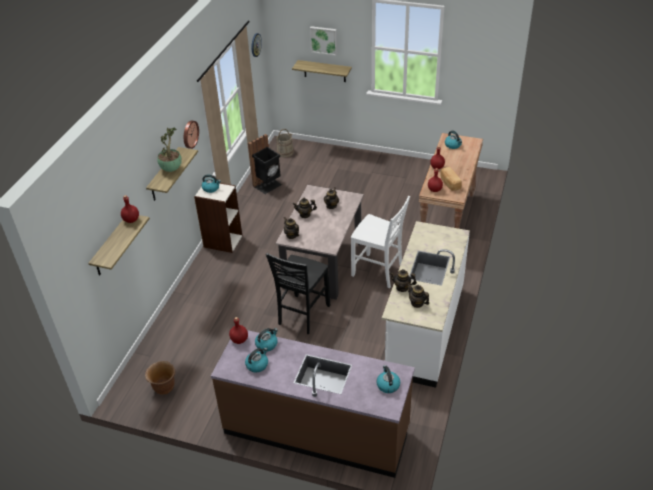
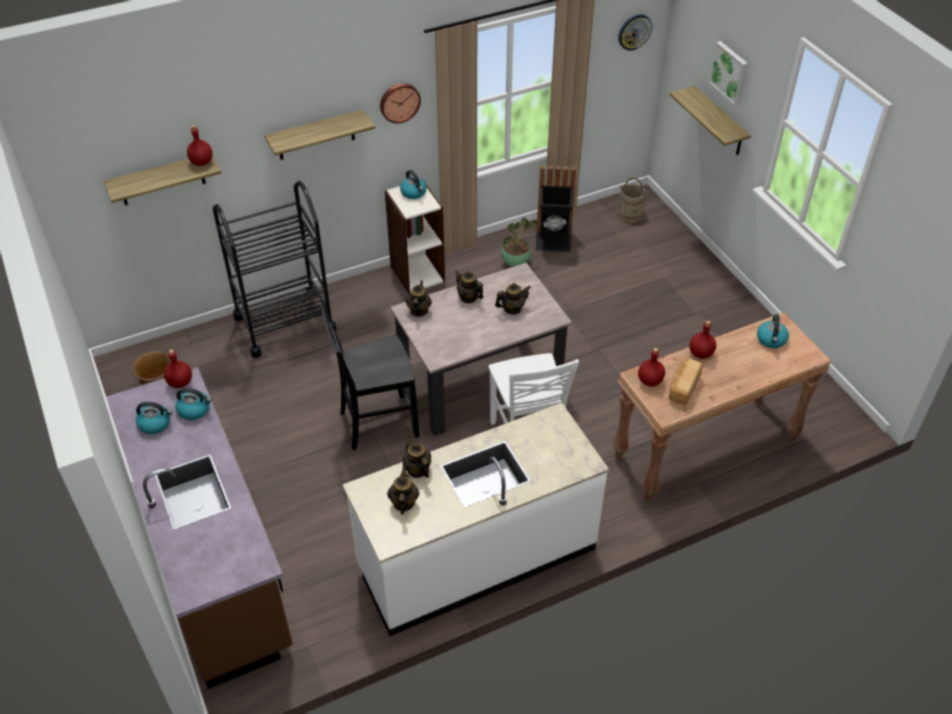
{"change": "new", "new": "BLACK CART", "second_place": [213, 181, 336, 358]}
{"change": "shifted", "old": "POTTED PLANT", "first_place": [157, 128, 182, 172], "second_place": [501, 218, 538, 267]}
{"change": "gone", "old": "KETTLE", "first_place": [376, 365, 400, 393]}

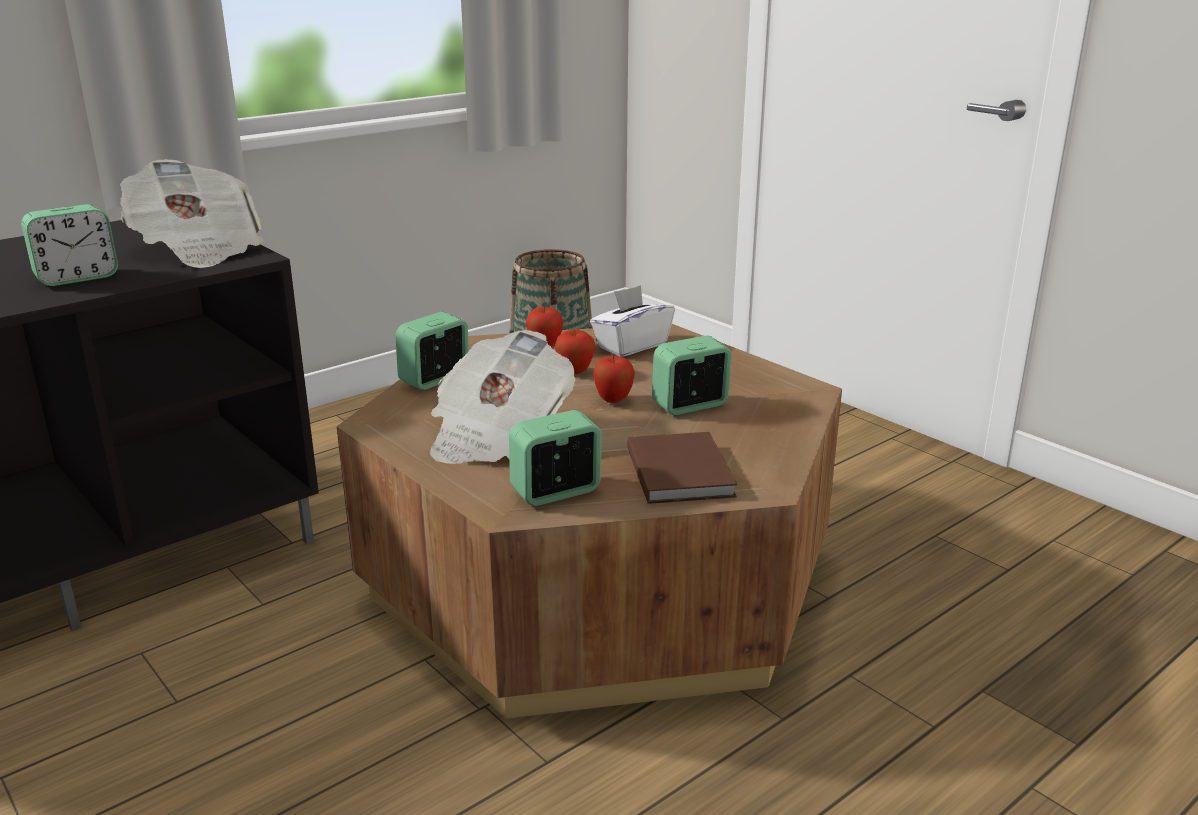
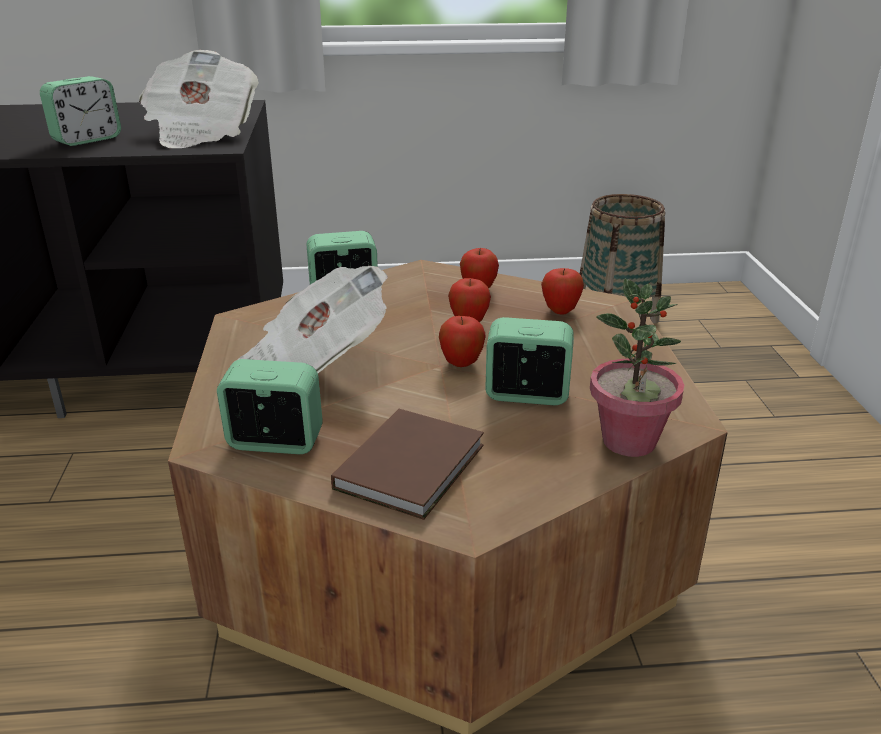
{"change": "rotated", "old": "ALARM CLOCK", "first_place": [21, 204, 118, 286], "second_place": [40, 76, 121, 146], "degrees": -45}
{"change": "swapped", "old": "WHITE TISSUE BOX", "new": "APPLE", "first_place": [590, 285, 675, 357], "second_place": [541, 268, 584, 314]}
{"change": "new", "new": "POTTED PLANT", "second_place": [590, 279, 684, 457]}

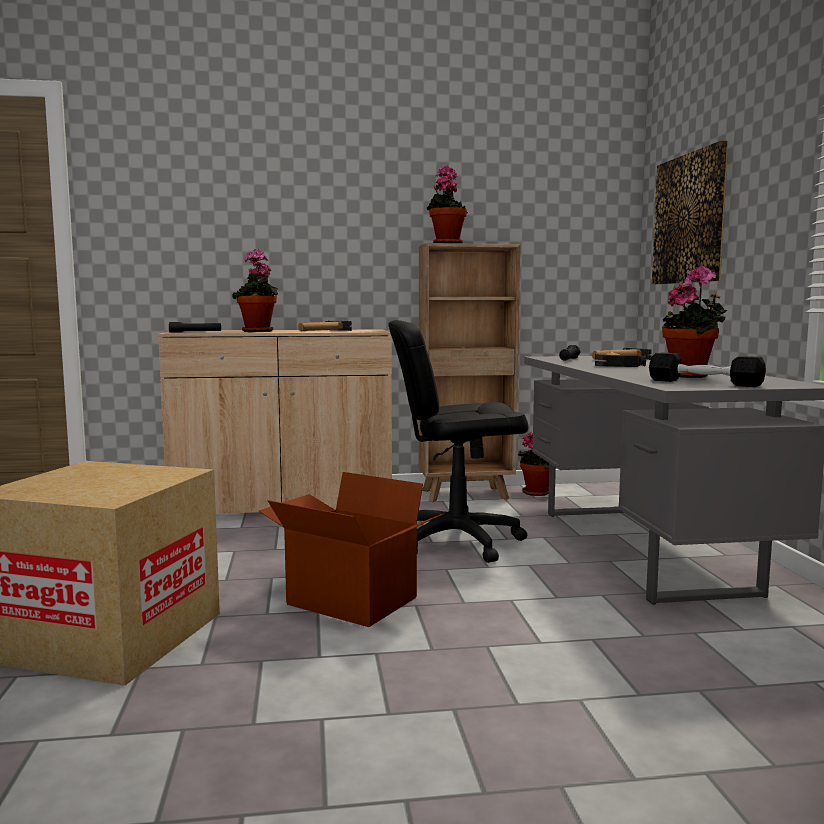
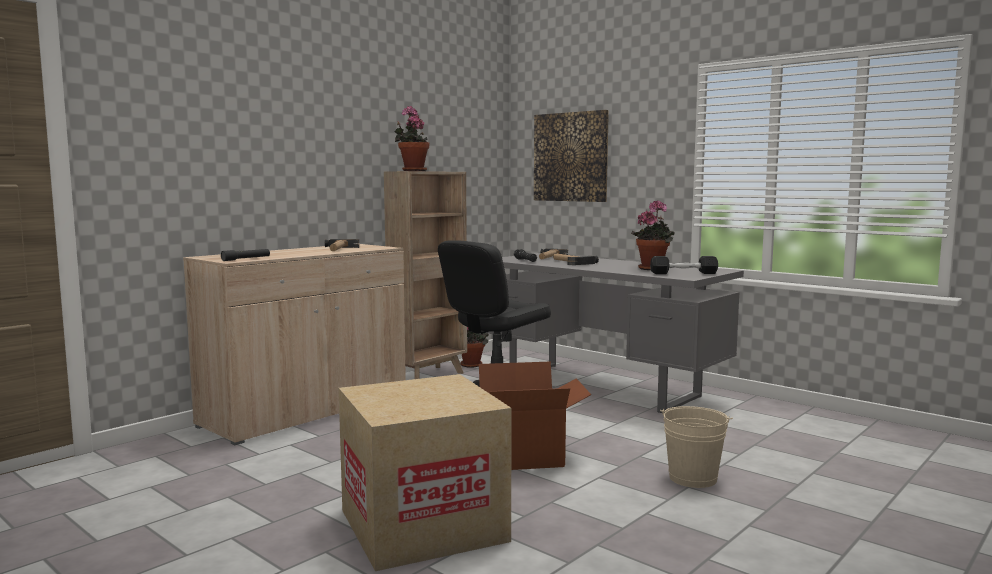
{"change": "new", "new": "BEIGE BUCKET", "second_place": [660, 406, 733, 488]}
{"change": "gone", "old": "POTTED PLANT", "first_place": [232, 249, 278, 332]}

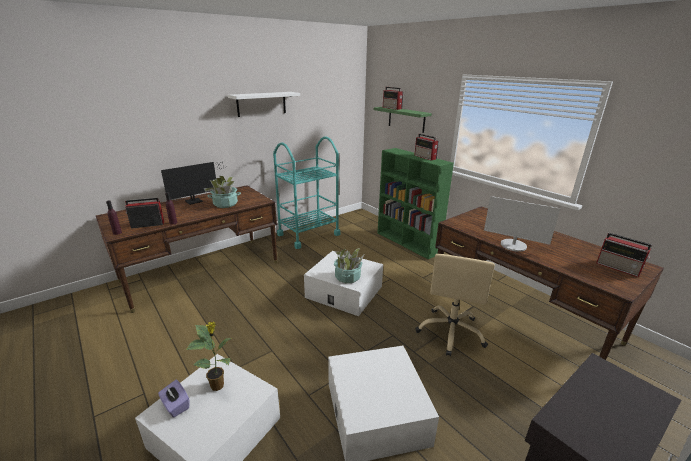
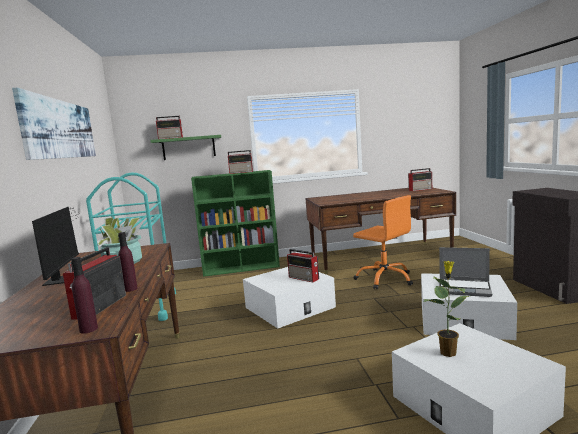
{"change": "swapped", "old": "WHITE SHELF", "new": "PICTURE", "first_place": [228, 92, 300, 117], "second_place": [12, 88, 96, 160]}
{"change": "swapped", "old": "POTTED PLANT", "new": "RADIO", "first_place": [333, 248, 365, 283], "second_place": [287, 249, 319, 282]}
{"change": "repainted", "old": "BEIGE OFFICE CHAIR", "new": "ORANGE OFFICE CHAIR", "first_place": [415, 254, 495, 356], "second_place": [353, 195, 413, 290]}
{"change": "new", "new": "LAPTOP", "second_place": [439, 247, 492, 297]}
{"change": "gone", "old": "PURPLE TISSUE BOX", "first_place": [158, 380, 190, 418]}
{"change": "gone", "old": "MONITOR", "first_place": [484, 196, 560, 252]}

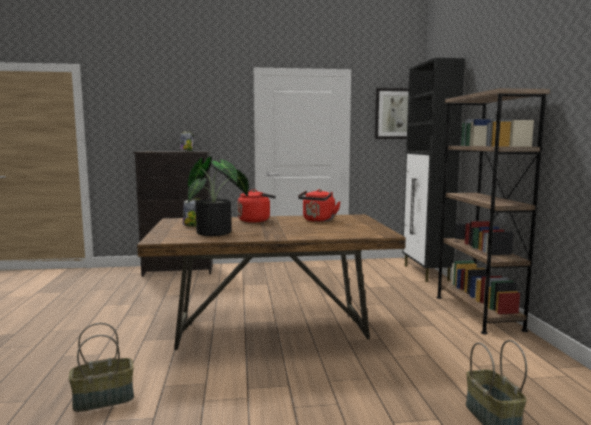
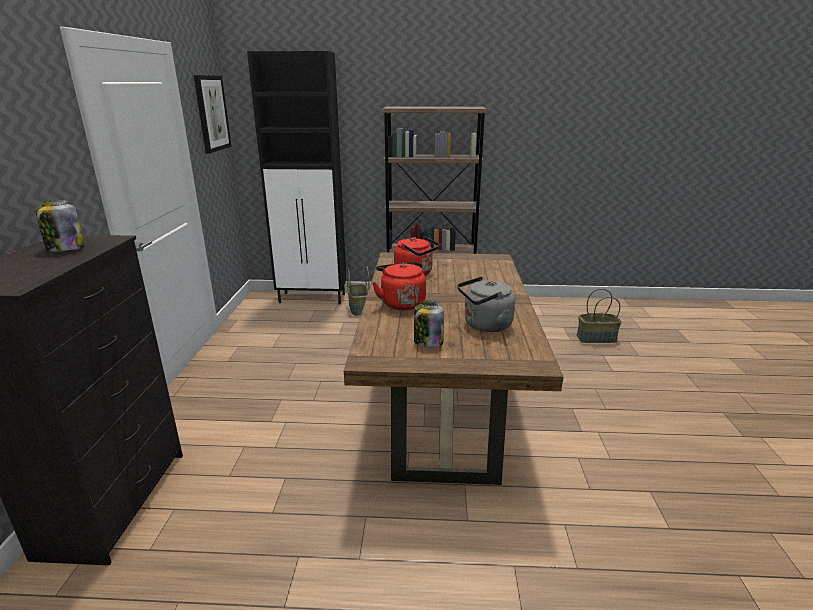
{"change": "shifted", "old": "BASKET", "first_place": [69, 323, 134, 412], "second_place": [347, 266, 370, 315]}
{"change": "swapped", "old": "POTTED PLANT", "new": "GREY KETTLE", "first_place": [188, 157, 249, 236], "second_place": [457, 276, 515, 332]}

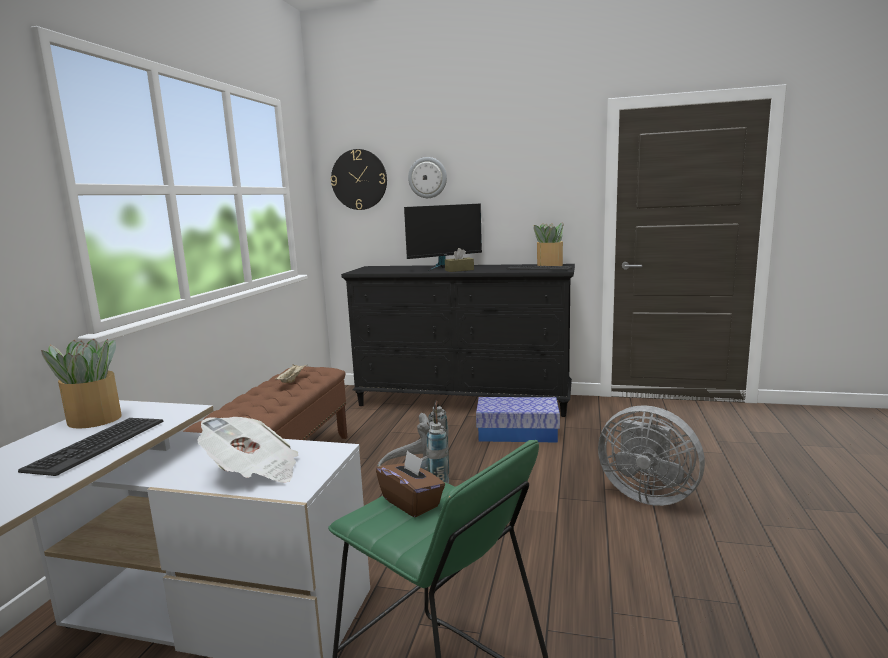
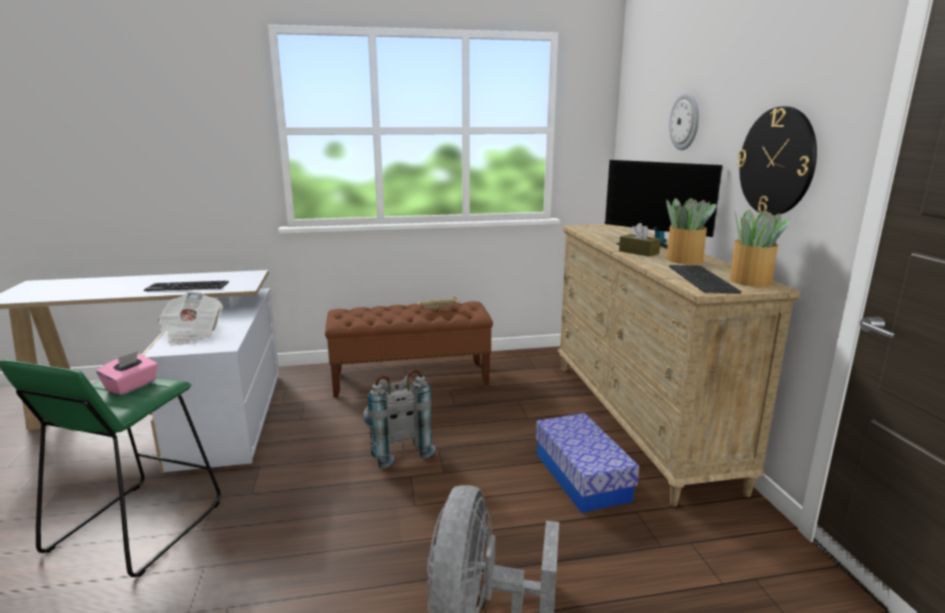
{"change": "repainted", "old": "BROWN TISSUE BOX", "new": "PINK TISSUE BOX", "first_place": [376, 450, 445, 517], "second_place": [97, 351, 158, 395]}
{"change": "repainted", "old": "BLACK DRESSER", "new": "BEIGE DRESSER", "first_place": [341, 264, 575, 417], "second_place": [557, 224, 801, 506]}
{"change": "shifted", "old": "POTTED PLANT", "first_place": [41, 339, 122, 429], "second_place": [666, 198, 717, 265]}
{"change": "shifted", "old": "WALL CLOCK", "first_place": [331, 149, 387, 210], "second_place": [737, 107, 817, 215]}

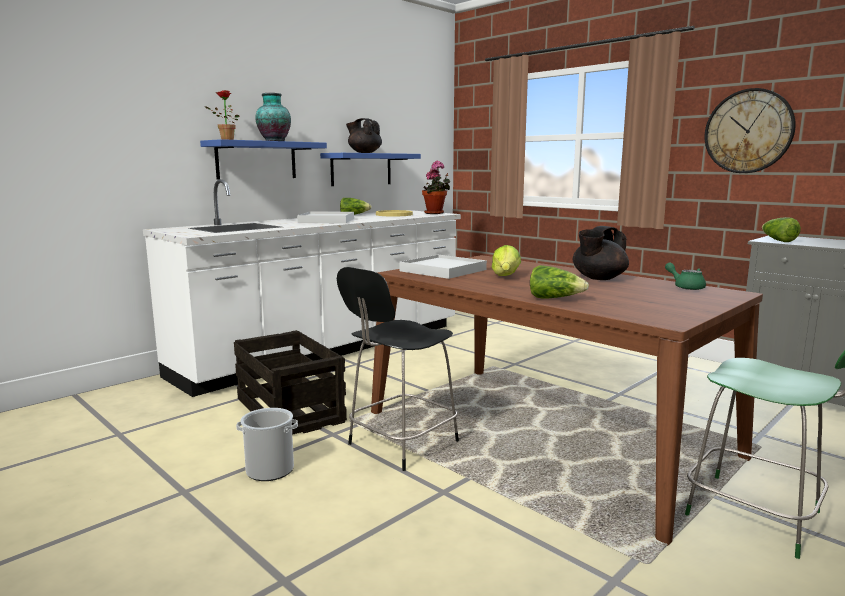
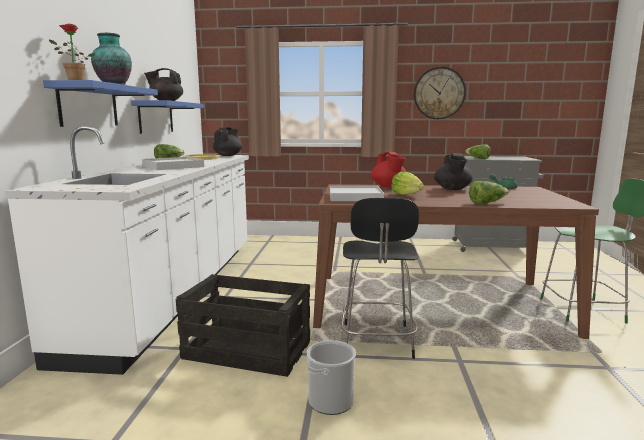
{"change": "swapped", "old": "POTTED PLANT", "new": "BLACK TEAPOT", "first_place": [422, 161, 451, 214], "second_place": [213, 127, 242, 156]}
{"change": "new", "new": "RED TEAPOT", "second_place": [371, 152, 406, 187]}

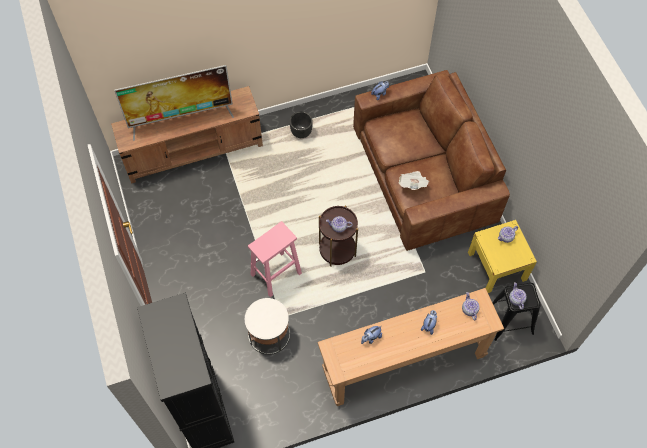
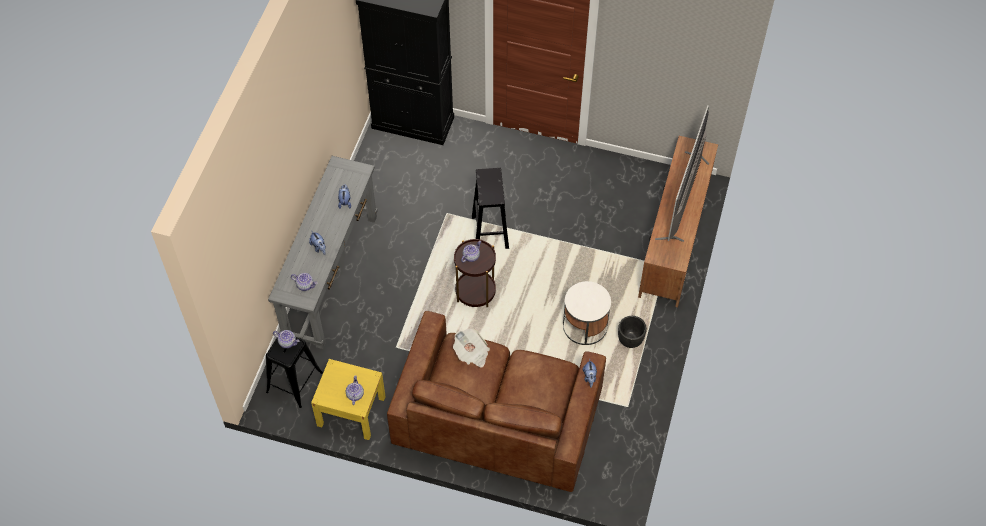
{"change": "repainted", "old": "BROWN CONSOLE TABLE", "new": "GREY CONSOLE TABLE", "first_place": [318, 288, 504, 406], "second_place": [268, 156, 378, 349]}
{"change": "repainted", "old": "PINK STOOL", "new": "BLACK STOOL", "first_place": [248, 221, 302, 297], "second_place": [472, 168, 509, 249]}
{"change": "shifted", "old": "WHITE SIDE TABLE", "first_place": [245, 298, 290, 355], "second_place": [563, 281, 611, 345]}

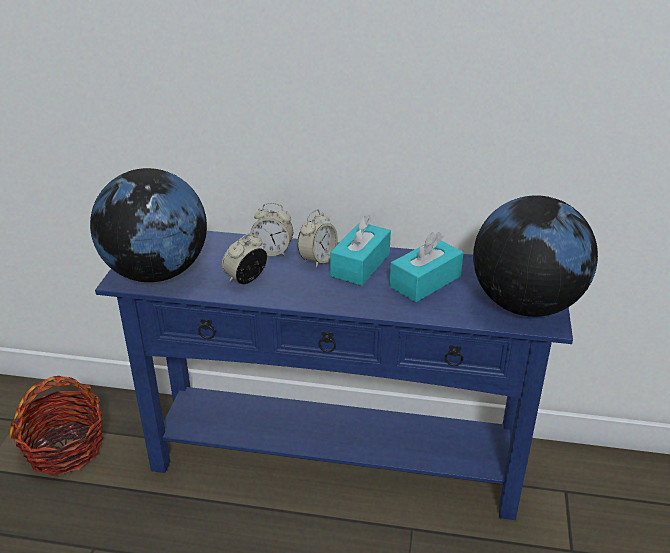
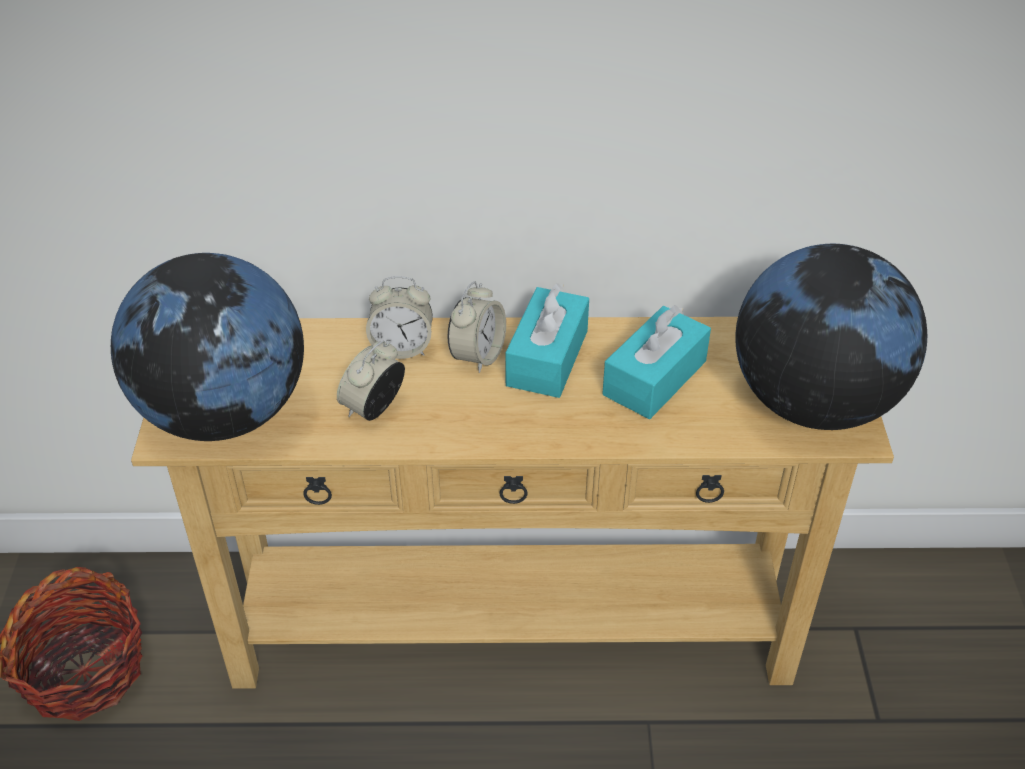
{"change": "repainted", "old": "BLUE CONSOLE TABLE", "new": "BEIGE CONSOLE TABLE", "first_place": [95, 231, 573, 520], "second_place": [131, 317, 894, 689]}

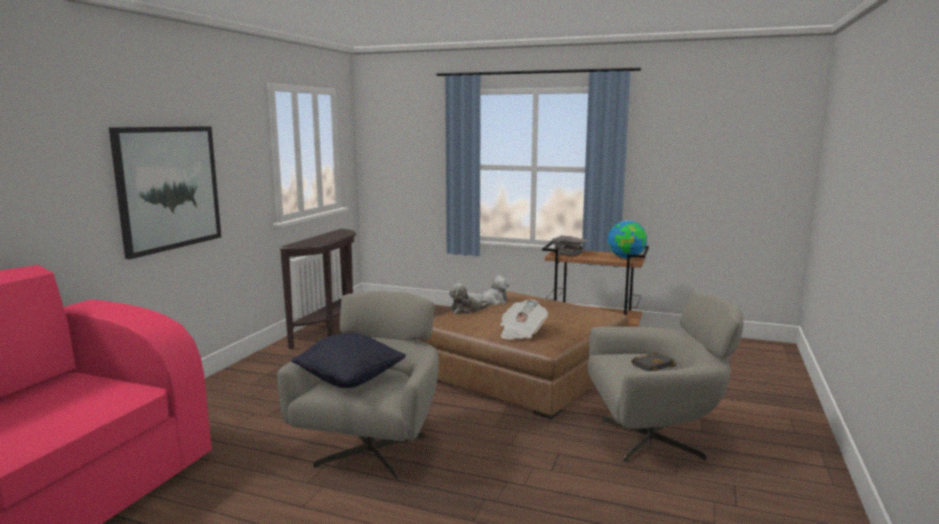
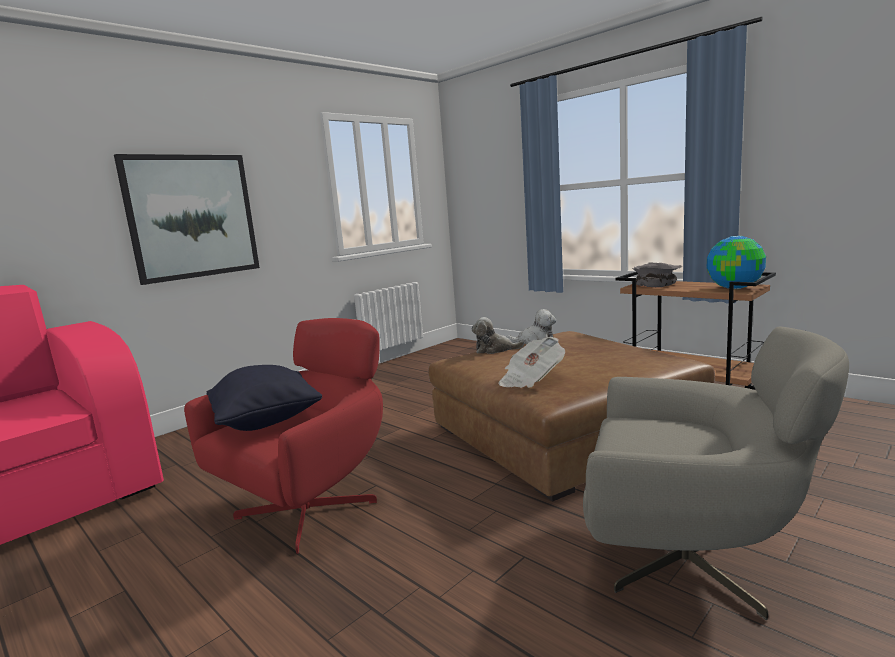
{"change": "repainted", "old": "GREY ARMCHAIR", "new": "RED ARMCHAIR", "first_place": [277, 291, 439, 480], "second_place": [184, 318, 383, 554]}
{"change": "gone", "old": "BROWN CONSOLE TABLE", "first_place": [279, 229, 356, 349]}
{"change": "gone", "old": "BLACK BOOK", "first_place": [631, 352, 677, 371]}

